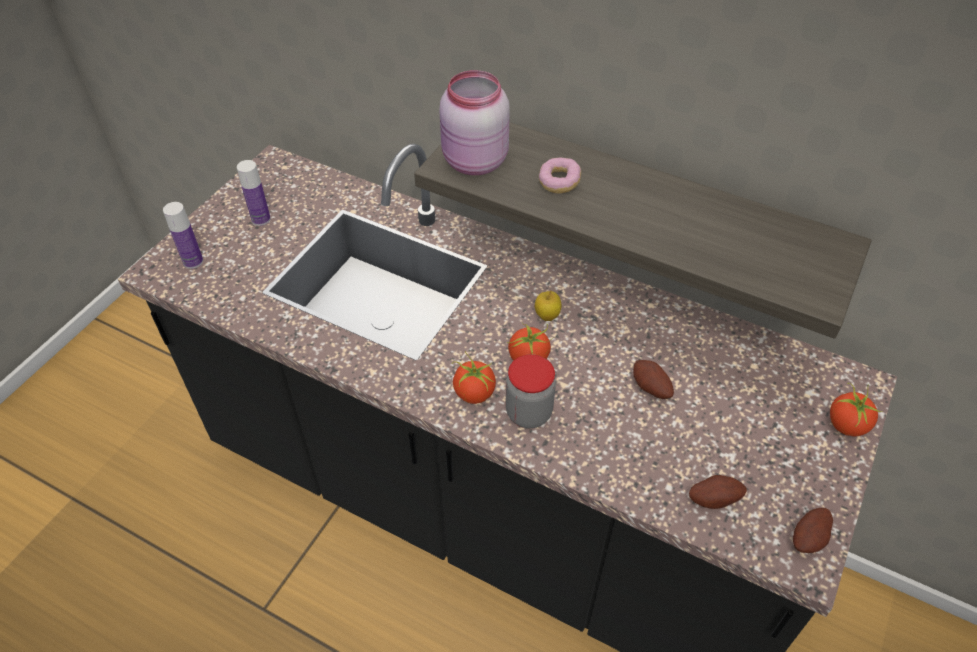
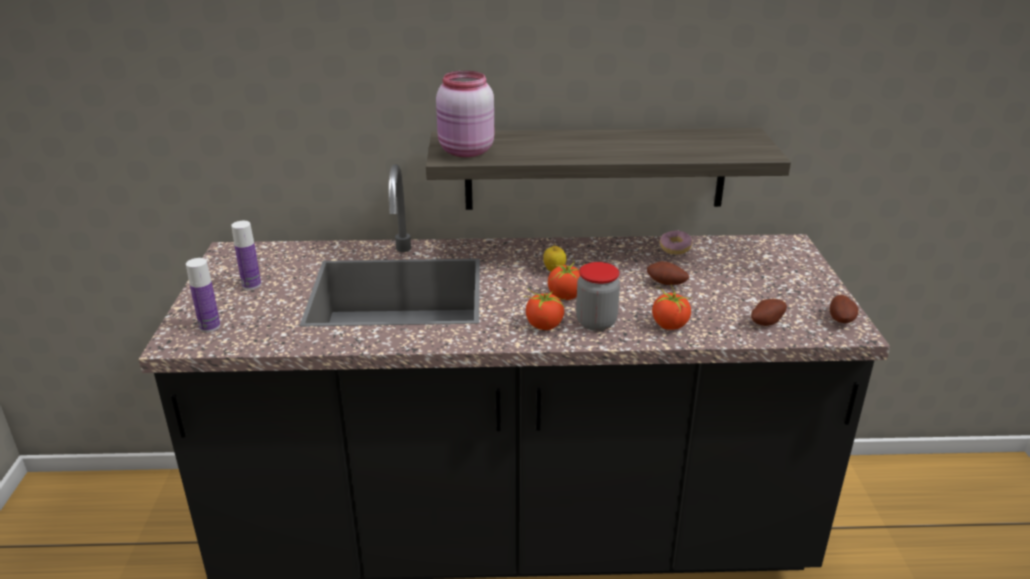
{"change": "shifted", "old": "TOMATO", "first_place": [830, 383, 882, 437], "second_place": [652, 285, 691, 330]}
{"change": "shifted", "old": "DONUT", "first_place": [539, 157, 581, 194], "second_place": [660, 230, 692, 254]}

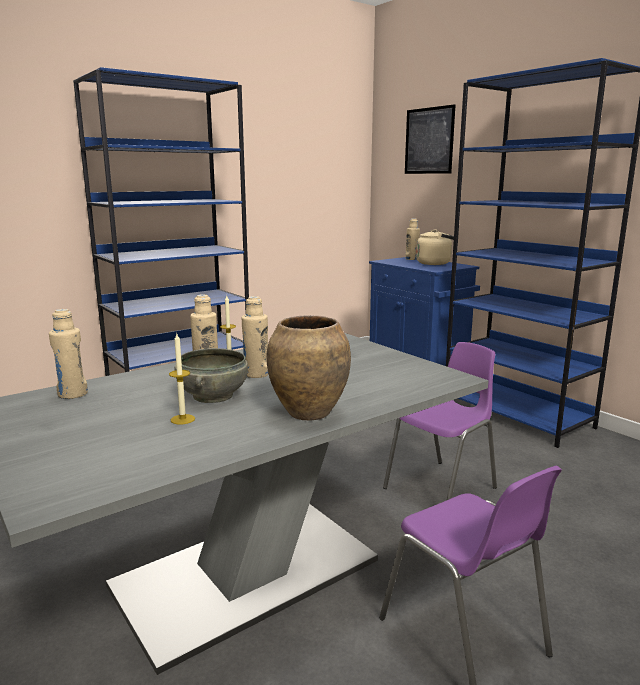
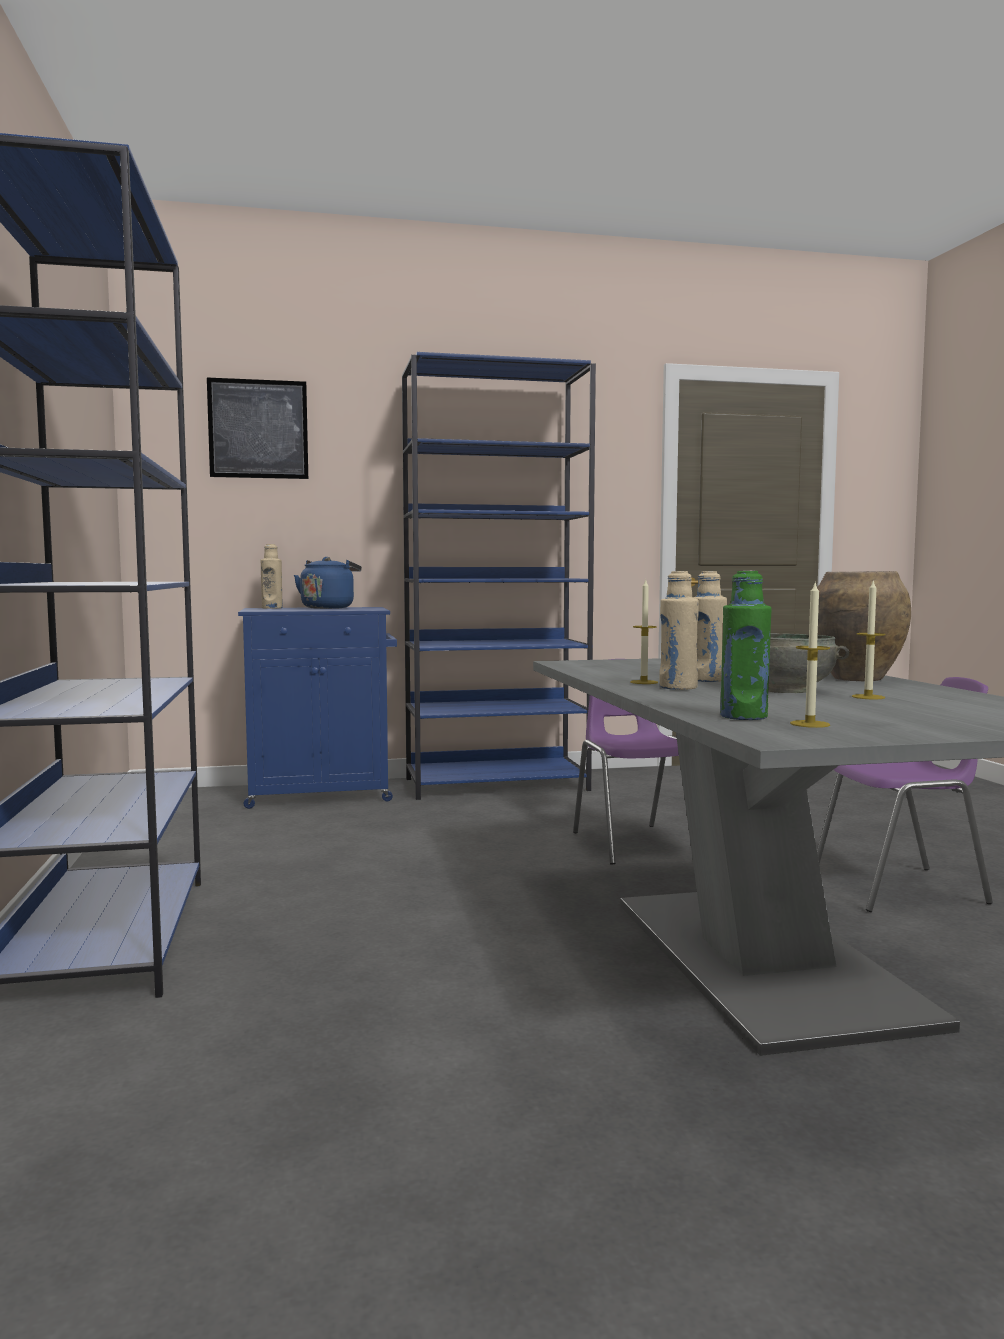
{"change": "repainted", "old": "BEIGE KETTLE", "new": "BLUE KETTLE", "first_place": [416, 230, 454, 265], "second_place": [294, 557, 362, 609]}
{"change": "repainted", "old": "BEIGE BOTTLE", "new": "GREEN BOTTLE", "first_place": [49, 309, 88, 399], "second_place": [720, 571, 772, 720]}
{"change": "new", "new": "CANDLE", "second_place": [790, 583, 830, 728]}

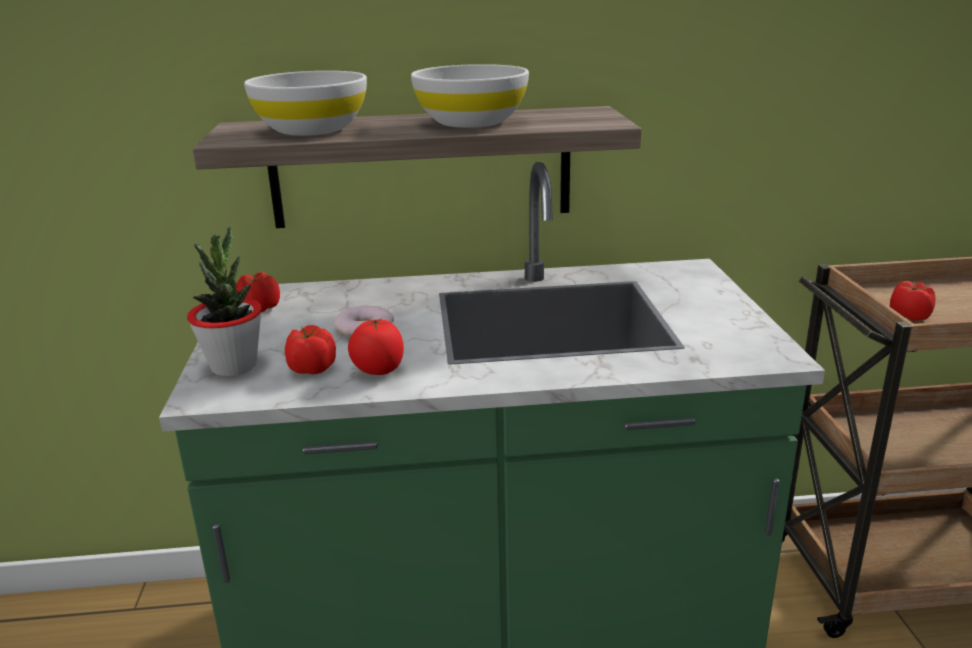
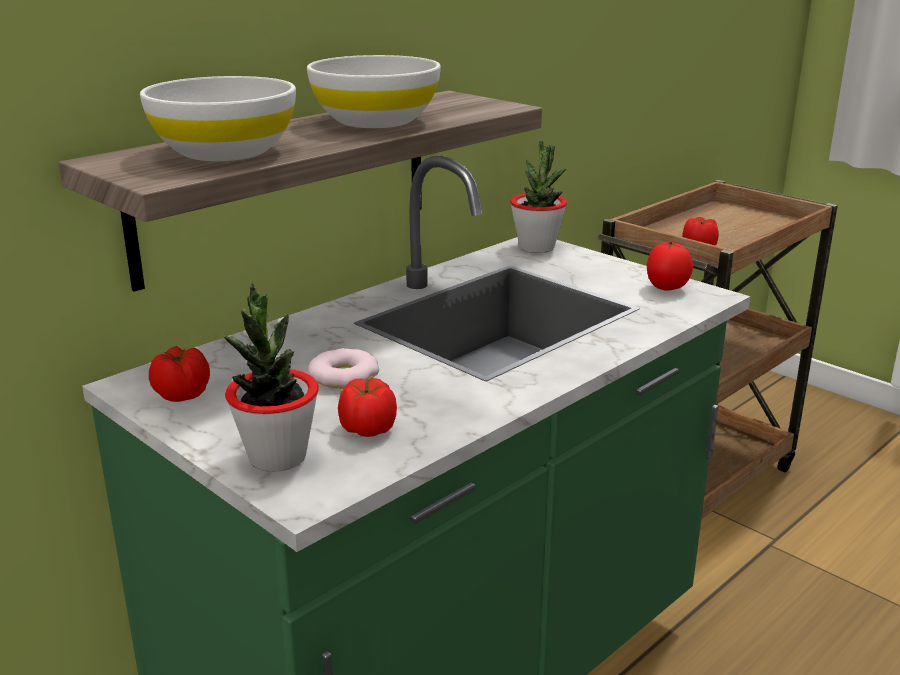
{"change": "new", "new": "POTTED PLANT", "second_place": [510, 140, 567, 253]}
{"change": "shifted", "old": "TOMATO", "first_place": [348, 318, 404, 375], "second_place": [647, 241, 693, 291]}

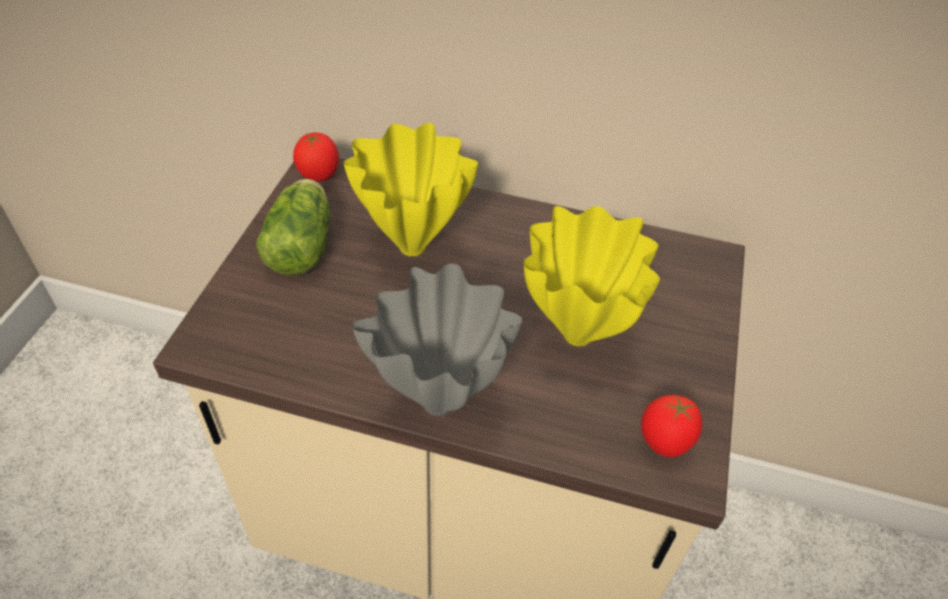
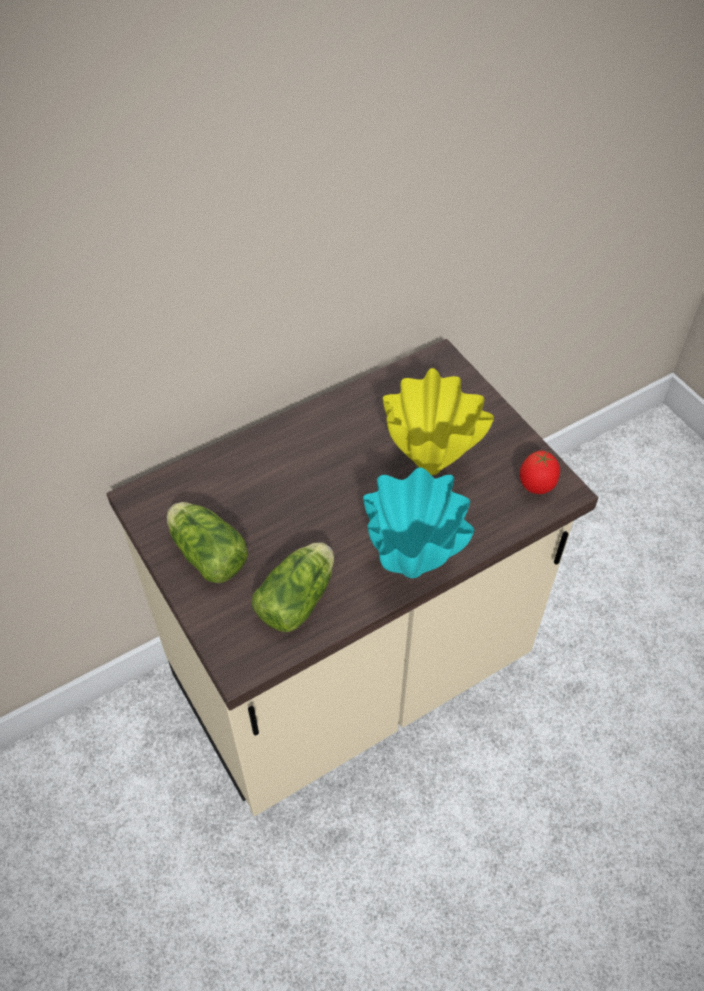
{"change": "new", "new": "LETTUCE", "second_place": [252, 542, 334, 632]}
{"change": "repainted", "old": "GREY VASE", "new": "TURQUOISE VASE", "first_place": [352, 264, 523, 416], "second_place": [363, 468, 474, 578]}
{"change": "gone", "old": "TOMATO", "first_place": [293, 133, 339, 182]}
{"change": "gone", "old": "YELLOW VASE", "first_place": [343, 123, 478, 256]}

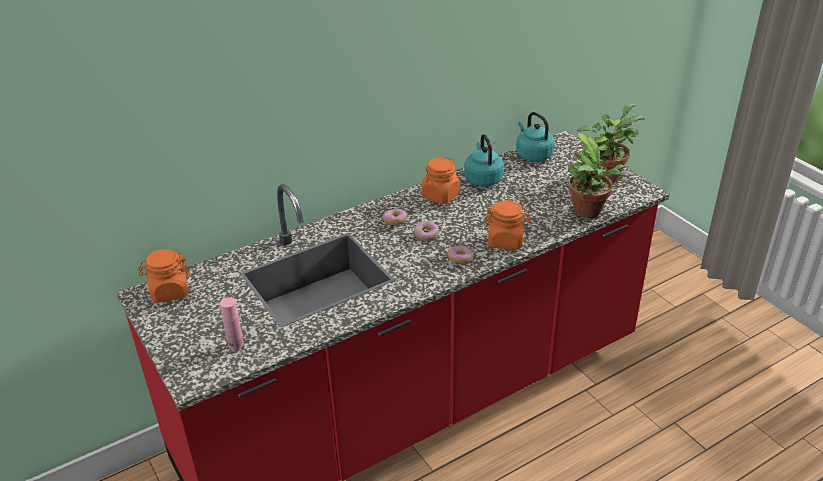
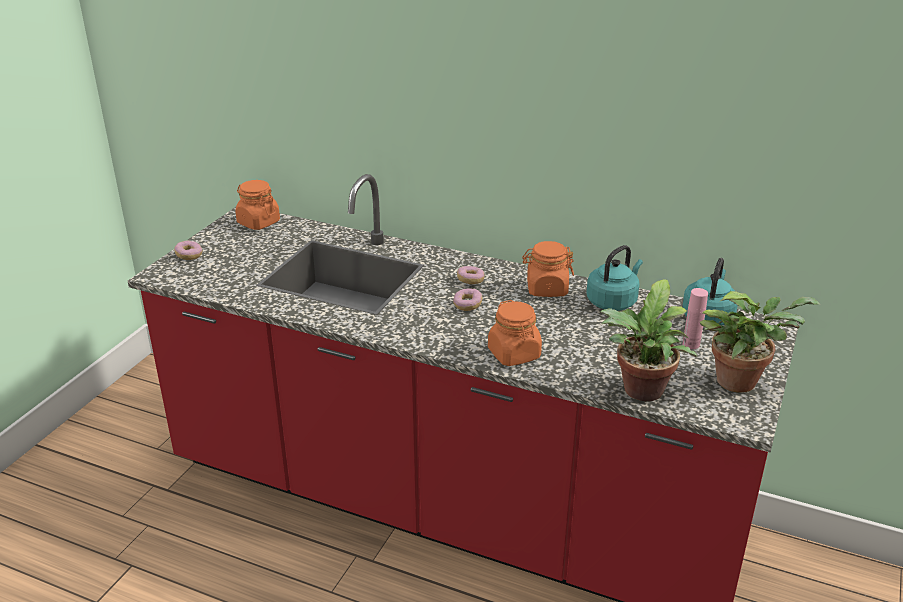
{"change": "shifted", "old": "DONUT", "first_place": [448, 246, 473, 264], "second_place": [174, 241, 203, 260]}
{"change": "shifted", "old": "PINK BOTTLE", "first_place": [220, 298, 244, 350], "second_place": [683, 288, 708, 349]}

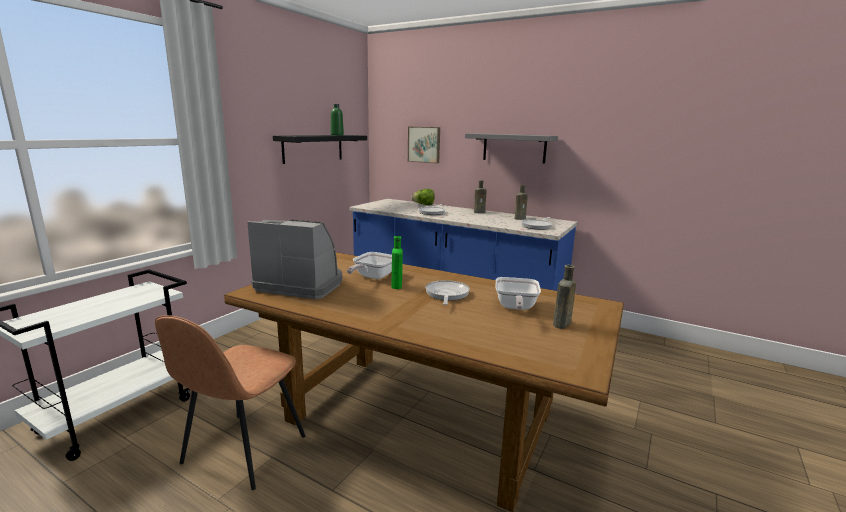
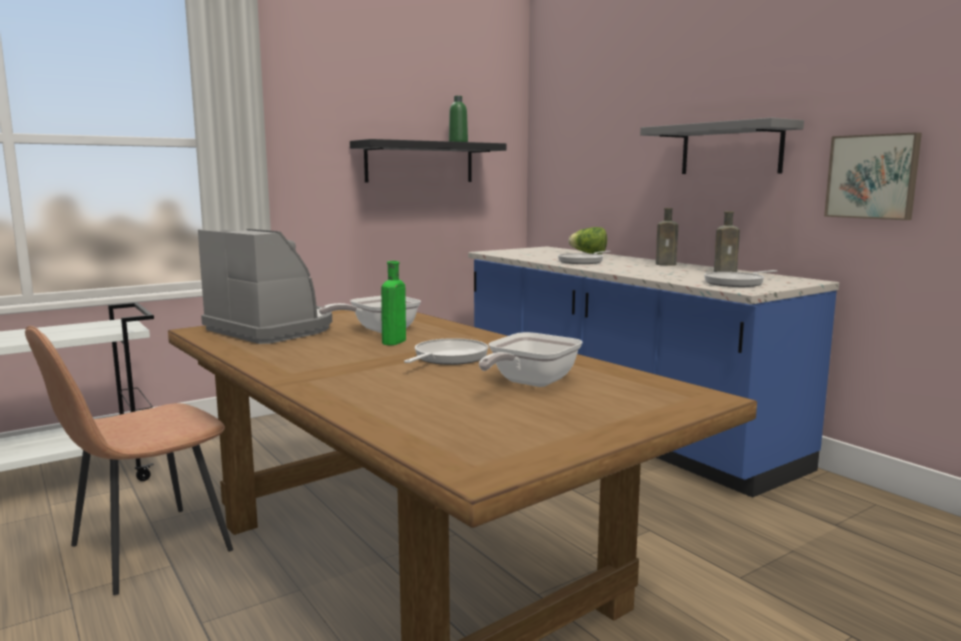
{"change": "shifted", "old": "PICTURE", "first_place": [408, 127, 440, 163], "second_place": [824, 132, 922, 220]}
{"change": "gone", "old": "BROWN BOTTLE", "first_place": [553, 265, 576, 329]}

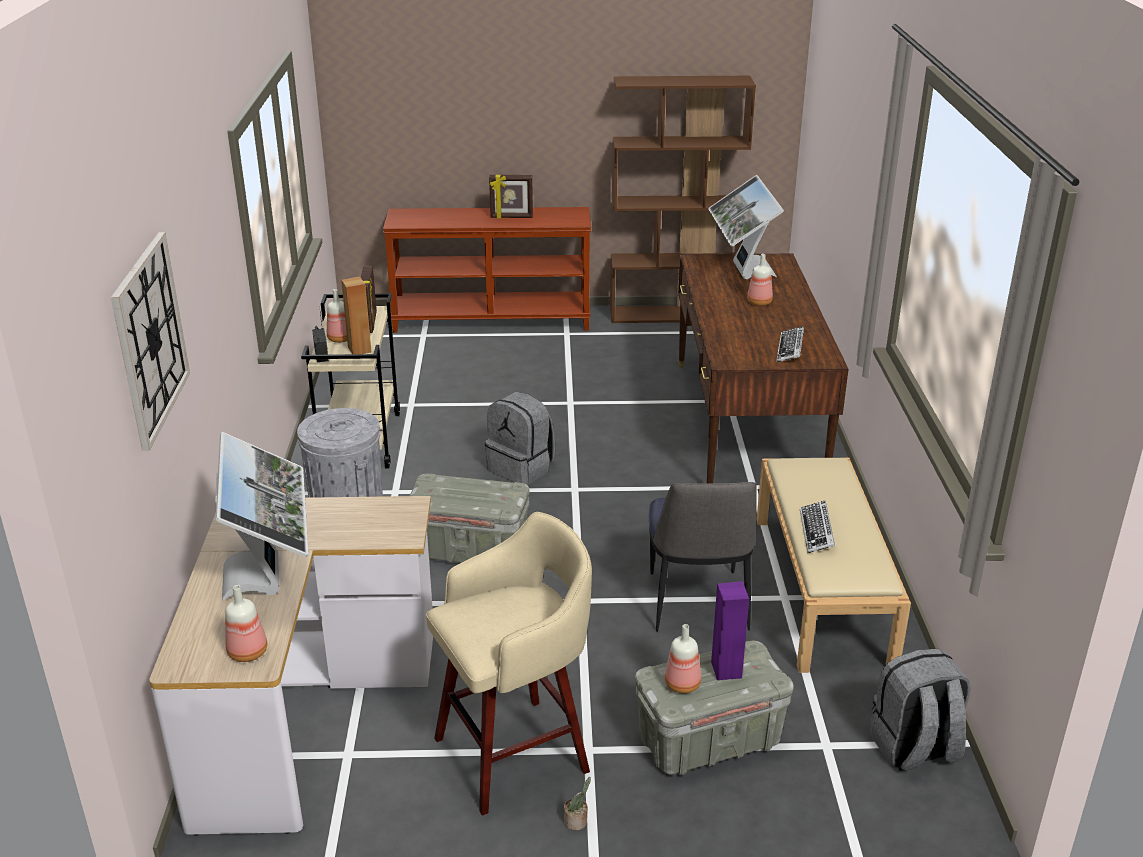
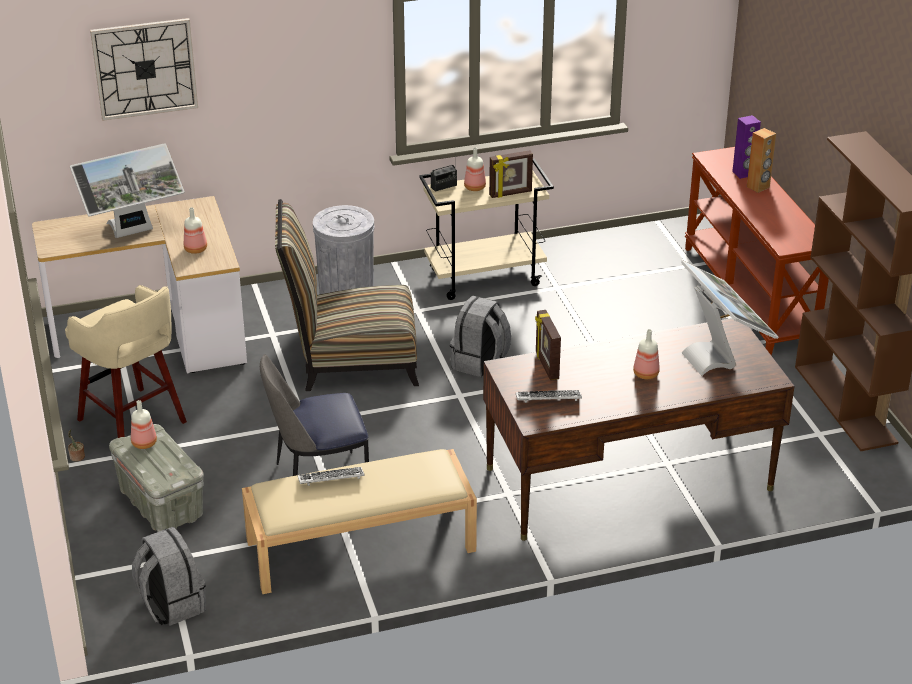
{"change": "shifted", "old": "BOTTLE", "first_place": [225, 585, 267, 662], "second_place": [184, 207, 207, 254]}
{"change": "swapped", "old": "GREY STORAGE BOX", "new": "CHAIR", "first_place": [409, 474, 530, 563], "second_place": [275, 199, 419, 391]}
{"change": "shifted", "old": "PICTURE FRAME", "first_place": [489, 175, 533, 219], "second_place": [535, 310, 561, 380]}
{"change": "rotated", "old": "MONITOR", "first_place": [708, 175, 784, 279], "second_place": [681, 260, 779, 376], "degrees": 90}
{"change": "shifted", "old": "PURPLE SPEAKER", "first_place": [711, 581, 749, 680], "second_place": [732, 115, 761, 179]}
{"change": "shifted", "old": "BROWN SPEAKER", "first_place": [341, 277, 371, 354], "second_place": [747, 128, 776, 193]}

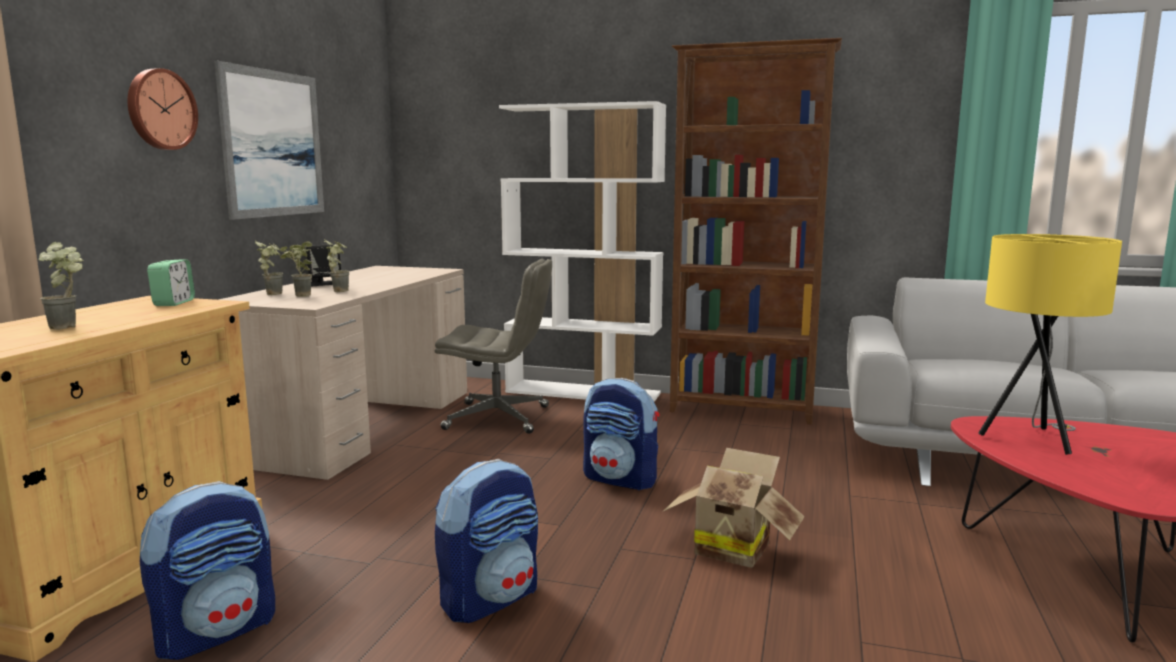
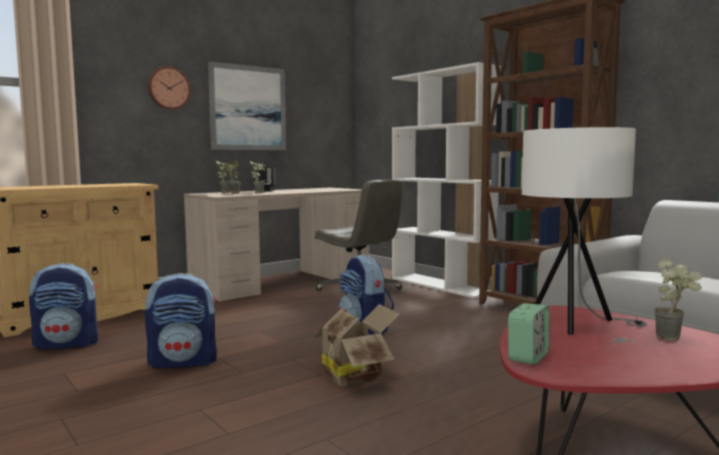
{"change": "shifted", "old": "ALARM CLOCK", "first_place": [147, 259, 195, 306], "second_place": [508, 303, 550, 365]}
{"change": "repainted", "old": "YELLOW TABLE LAMP", "new": "WHITE TABLE LAMP", "first_place": [978, 234, 1122, 455], "second_place": [522, 127, 647, 335]}
{"change": "shifted", "old": "POTTED PLANT", "first_place": [39, 242, 84, 330], "second_place": [654, 259, 702, 341]}

